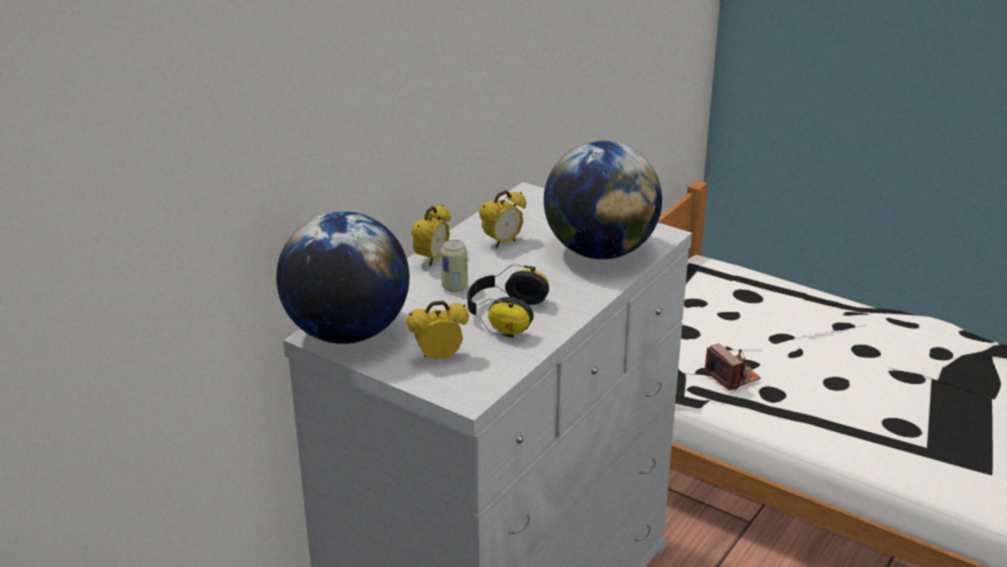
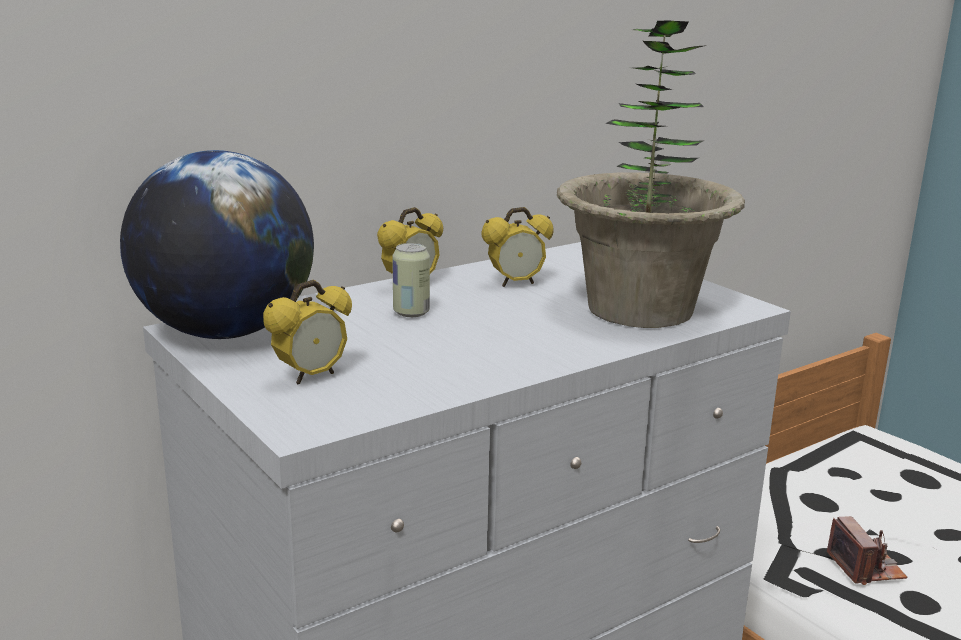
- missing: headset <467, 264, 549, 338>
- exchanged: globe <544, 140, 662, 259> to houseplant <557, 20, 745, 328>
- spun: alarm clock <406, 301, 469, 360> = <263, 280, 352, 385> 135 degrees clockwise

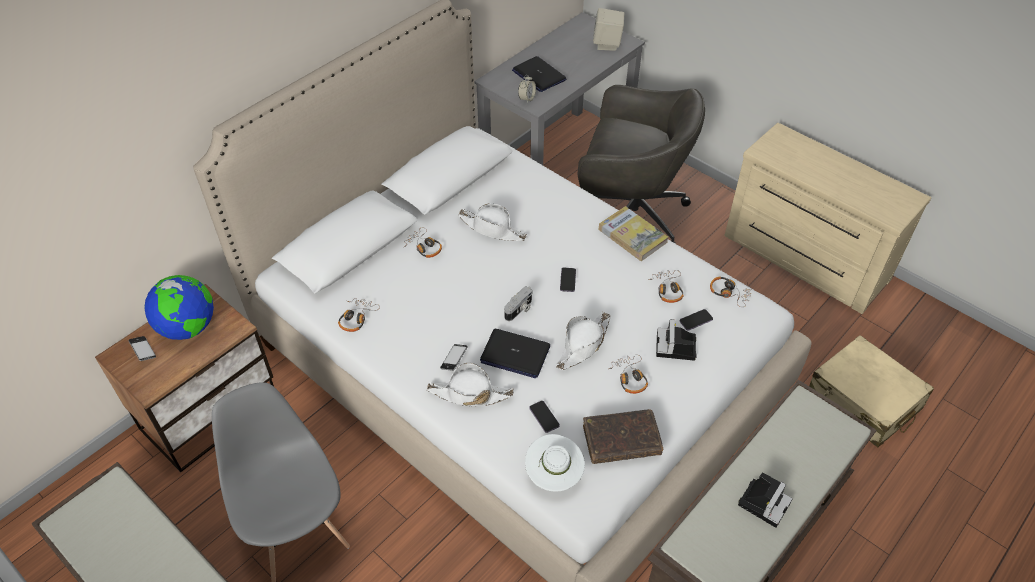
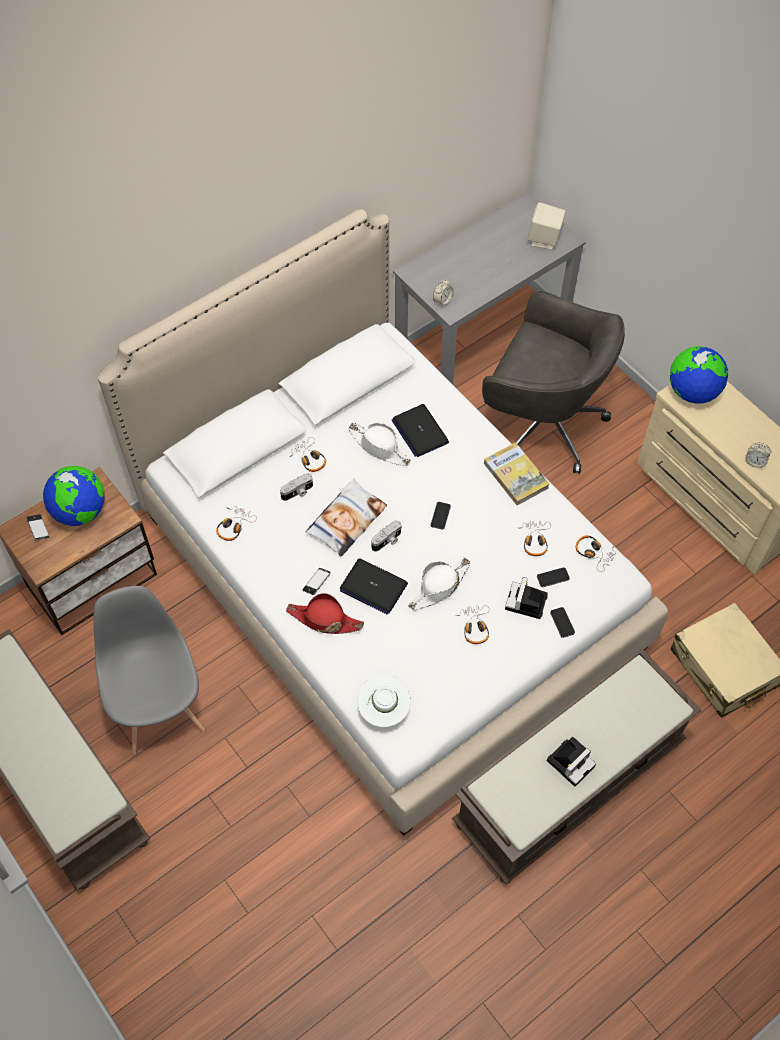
- missing: volume/brown-coloured <583, 409, 663, 464>
- appeared: still camera <280, 473, 313, 501>
- appeared: throw pillow <306, 479, 387, 556>
- appeared: globe <670, 346, 728, 404>
- appeared: alarm clock <745, 442, 771, 468>
- relocated: notebook computer <512, 56, 566, 92> to <392, 404, 449, 457>
- relocated: phone <529, 401, 560, 433> to <550, 607, 575, 638>
- colour: clothing hat/whitish <427, 363, 514, 406> to clothing hat/red <286, 593, 364, 634>

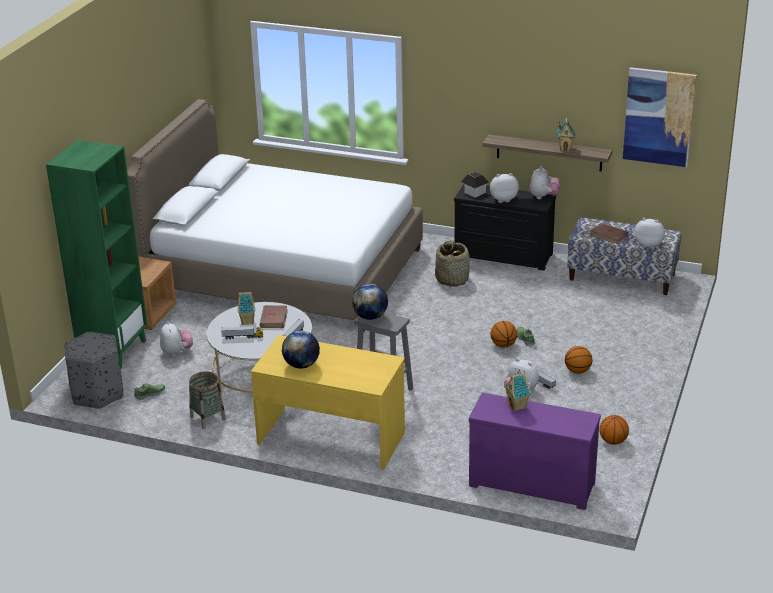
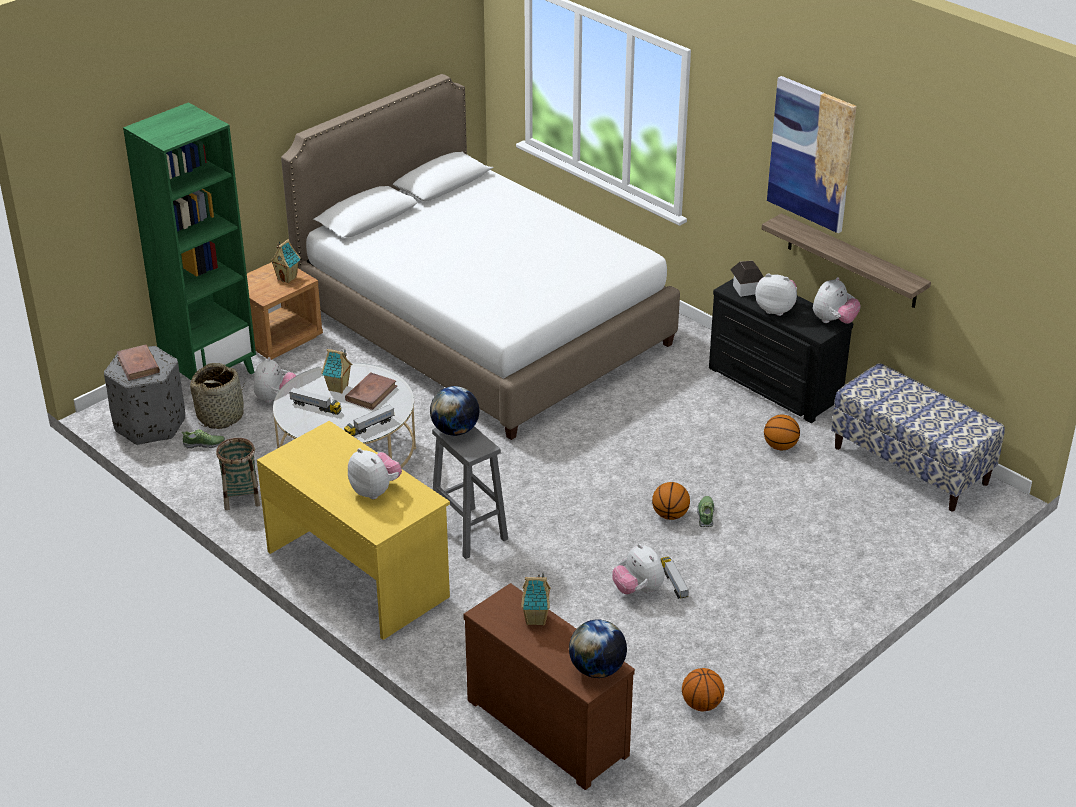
- relocated: globe <282, 331, 320, 369> to <569, 619, 627, 678>
- relocated: basket <435, 241, 470, 287> to <190, 363, 244, 429>
- relocated: miniature house <557, 118, 575, 151> to <270, 239, 301, 283>
- relocated: ball for basketball <565, 346, 592, 374> to <764, 415, 800, 450>
- relocated: volume/brown-coloured <591, 223, 628, 244> to <117, 344, 160, 381>
- relocated: picture <623, 67, 697, 167> to <767, 76, 857, 233>
- relocated: soft toy <635, 218, 665, 249> to <348, 448, 402, 499>
- colour: dresser/purple-coloured <469, 392, 601, 510> to dresser/brown-coloured <464, 583, 635, 790>

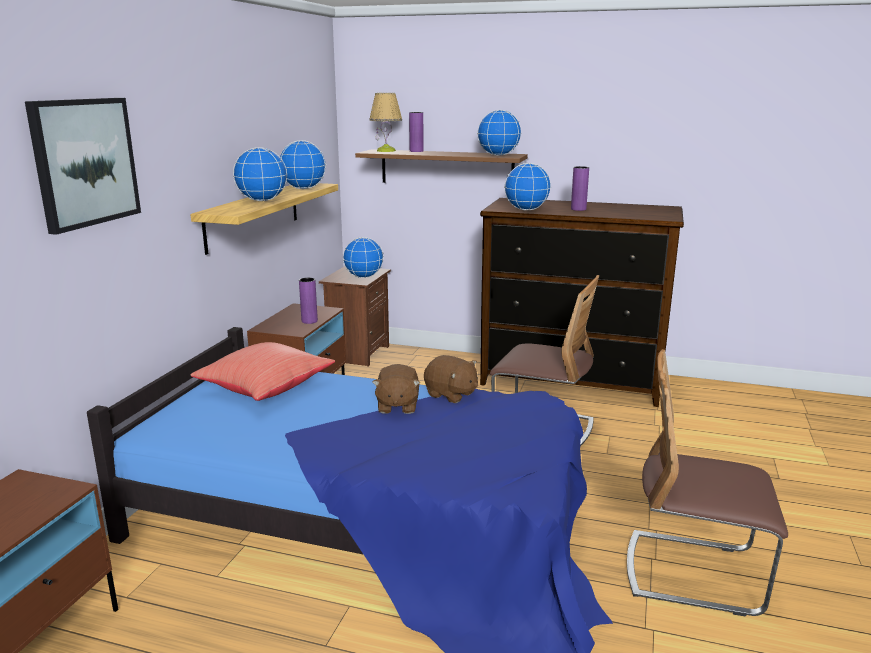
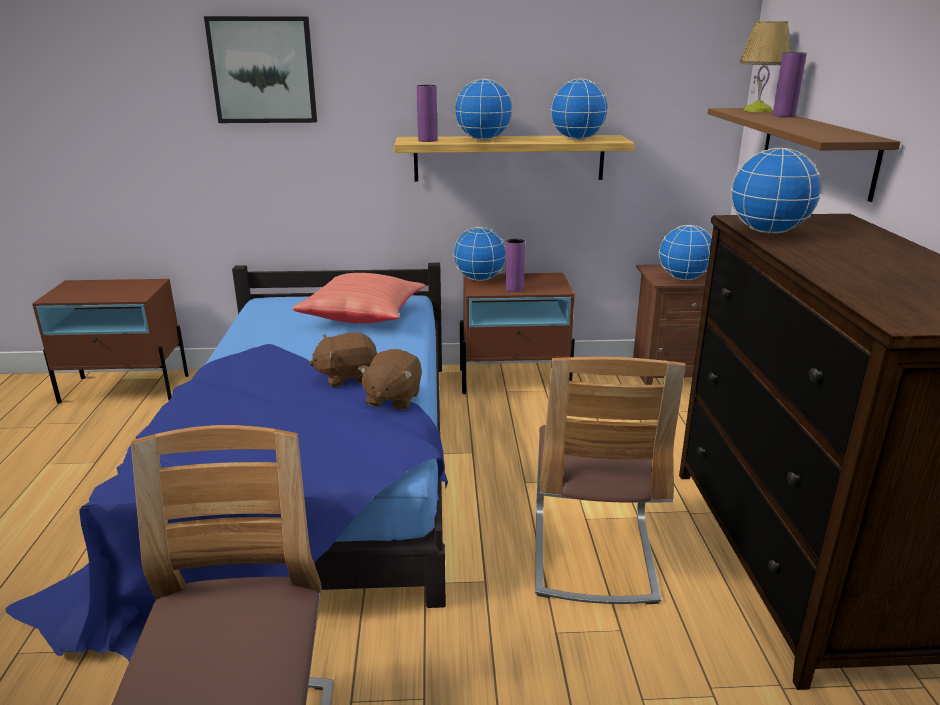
- relocated: globe <477, 110, 521, 156> to <453, 227, 506, 281>
- relocated: vase/purple-coloured <571, 166, 589, 211> to <417, 85, 437, 142>

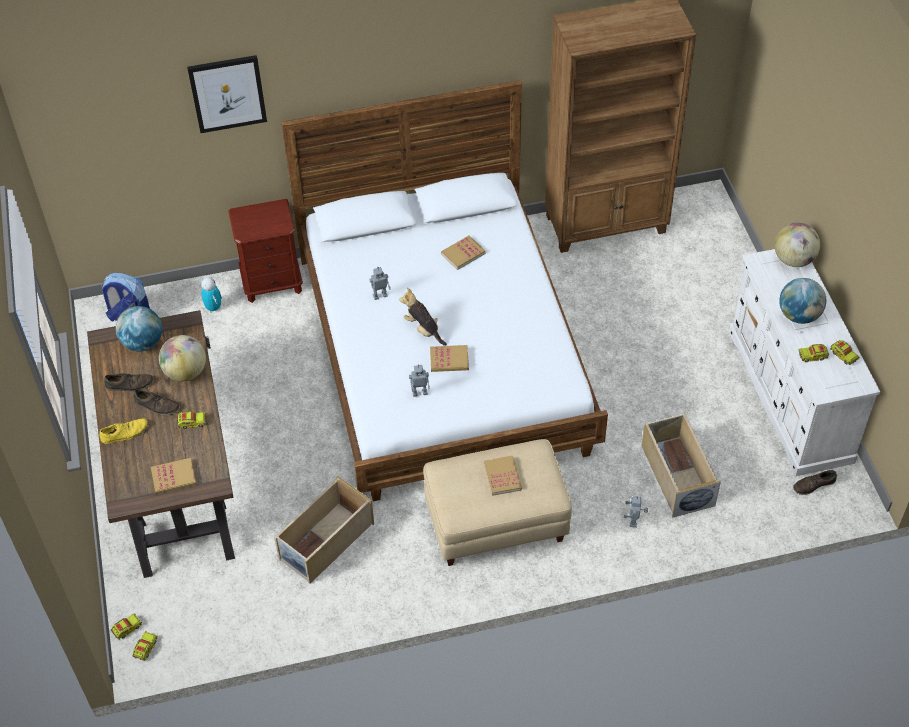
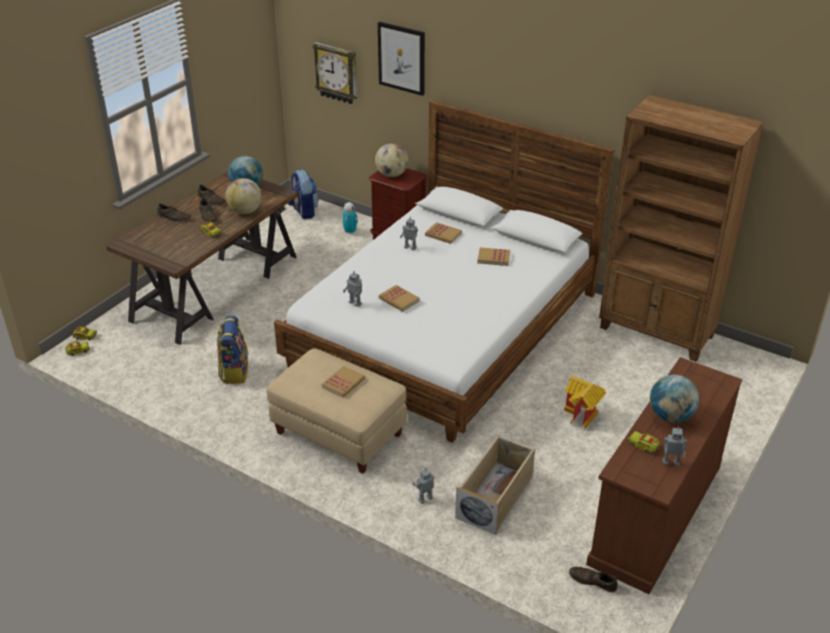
- missing: soft toy <399, 288, 447, 346>
- appeared: clock on the wall <312, 42, 357, 104>
- appeared: miniature house <564, 376, 606, 430>
- relocated: volume <151, 458, 196, 494> to <425, 222, 462, 244>
- relocated: globe <774, 223, 820, 267> to <375, 143, 408, 177>
- exchanged: storage box/beige-coloured <274, 475, 374, 584> to rucksack <217, 315, 248, 384>
- exchanged: model truck <830, 340, 860, 365> to toy robot <663, 426, 687, 467>
- colour: shoe/yellowish <100, 418, 148, 444> to shoe/brown-coloured <157, 204, 191, 222>
- colour: dresser/whitish <729, 249, 880, 476> to dresser/brown-coloured <586, 357, 742, 594>

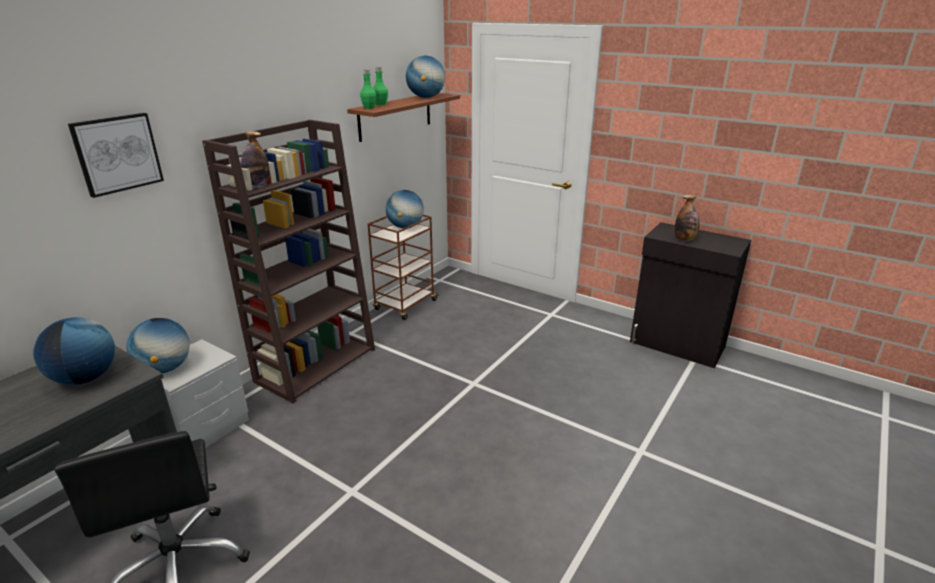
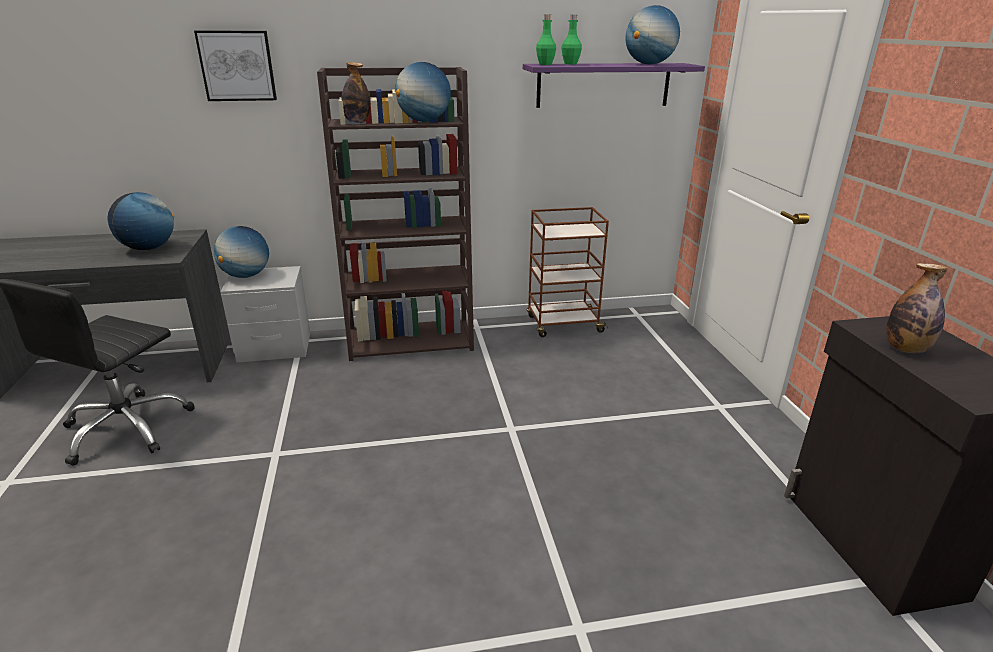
- relocated: globe <386, 190, 424, 228> to <395, 62, 451, 122>
- colour: bracket shelf/brown-coloured <347, 93, 460, 142> to bracket shelf/purple-coloured <523, 63, 705, 108>

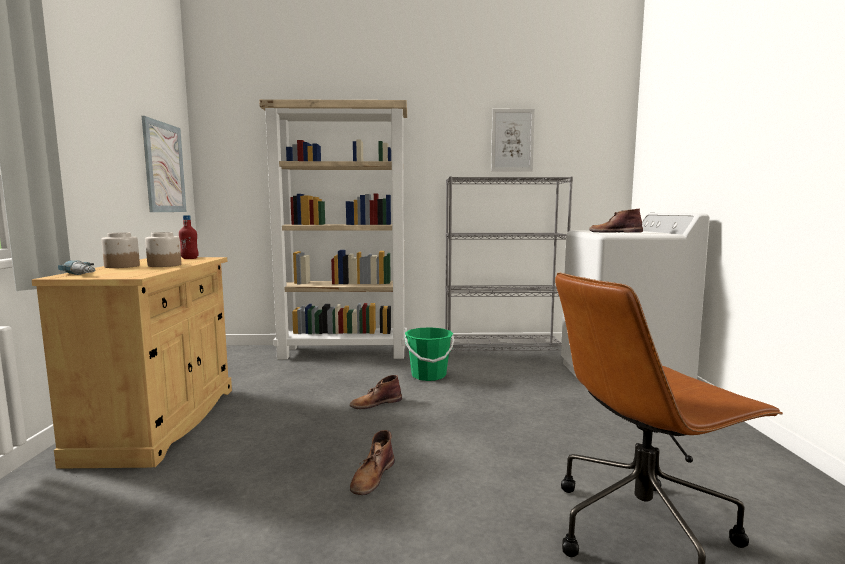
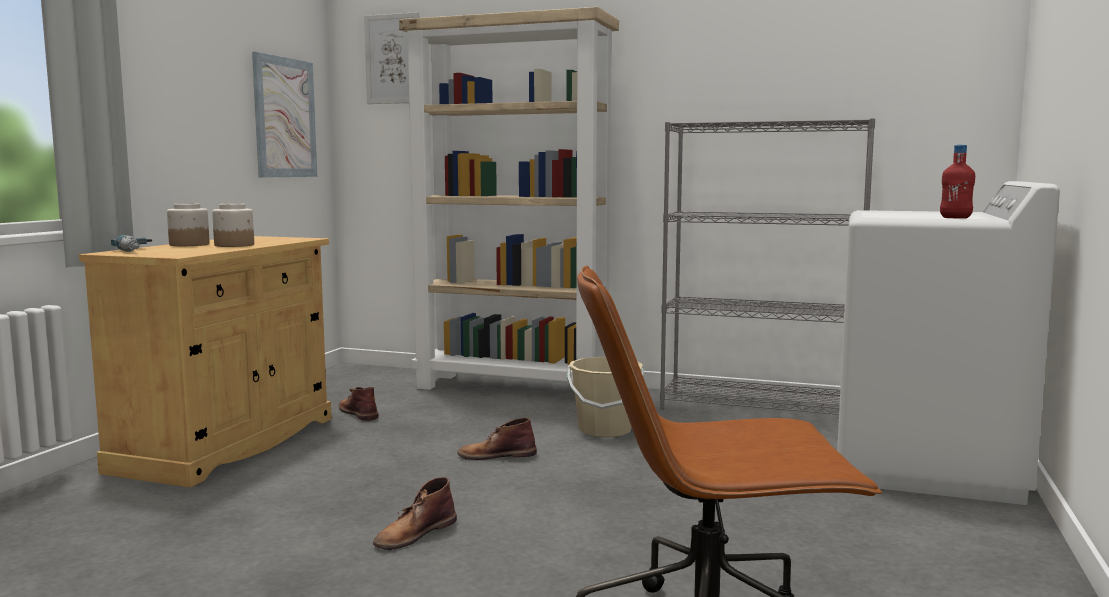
- relocated: drink bottle/red <179, 215, 198, 259> to <940, 145, 975, 219>
- relocated: picture <491, 109, 535, 171> to <364, 12, 419, 104>
- relocated: high-top boot/brown-coloured <589, 208, 643, 233> to <339, 387, 379, 421>
- colour: water bucket/green-coloured <405, 327, 454, 381> to water bucket/beige-coloured <567, 357, 644, 438>

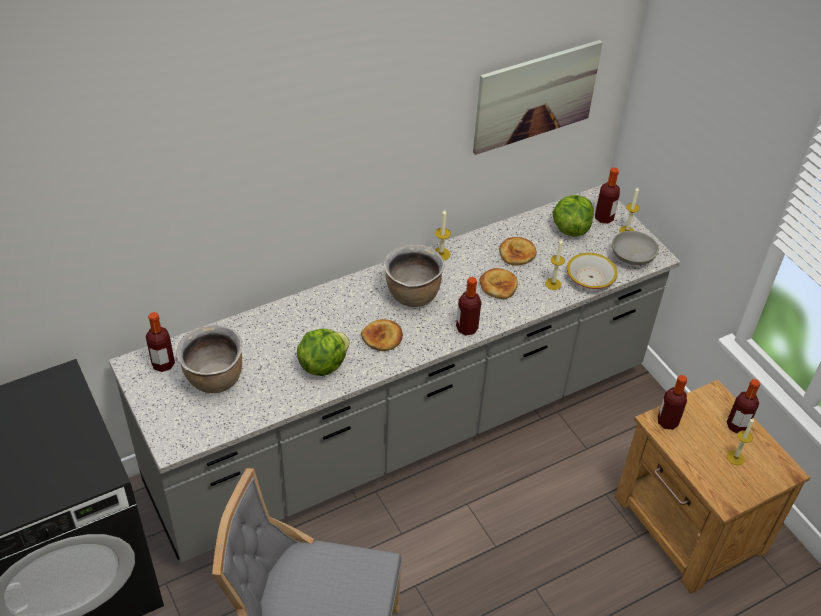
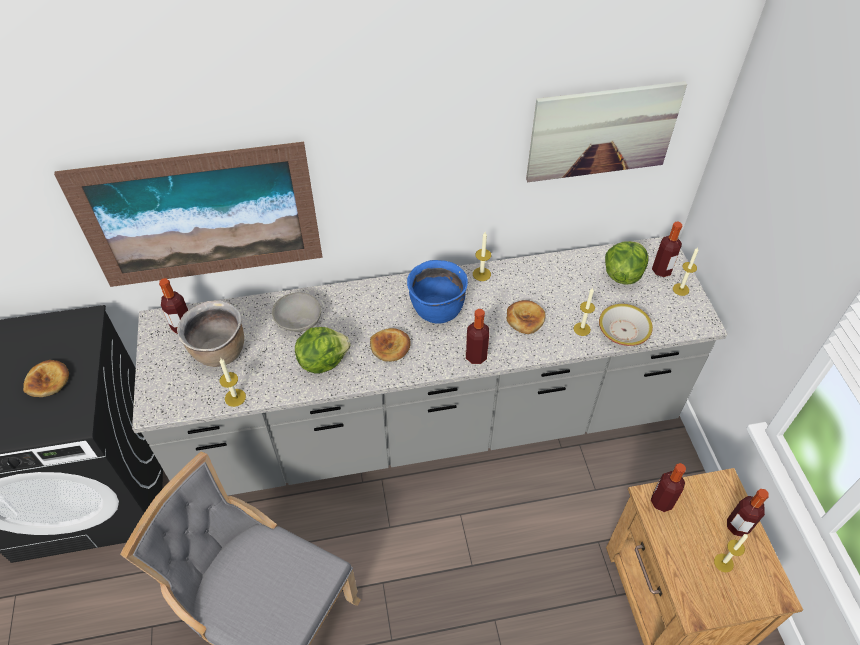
- appeared: picture <54, 142, 323, 287>
- appeared: wax light <220, 359, 246, 407>
- relocated: bakery bread <499, 237, 537, 266> to <23, 360, 69, 397>
- relocated: serving bowl/grey <612, 231, 659, 265> to <272, 292, 321, 332>
- colour: saucepot/brown-coloured <384, 245, 445, 307> to saucepot/blue-coloured <407, 260, 468, 324>

